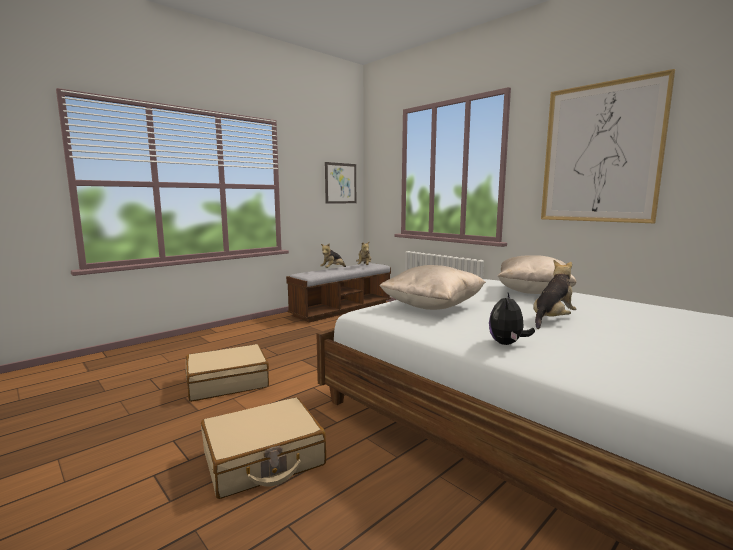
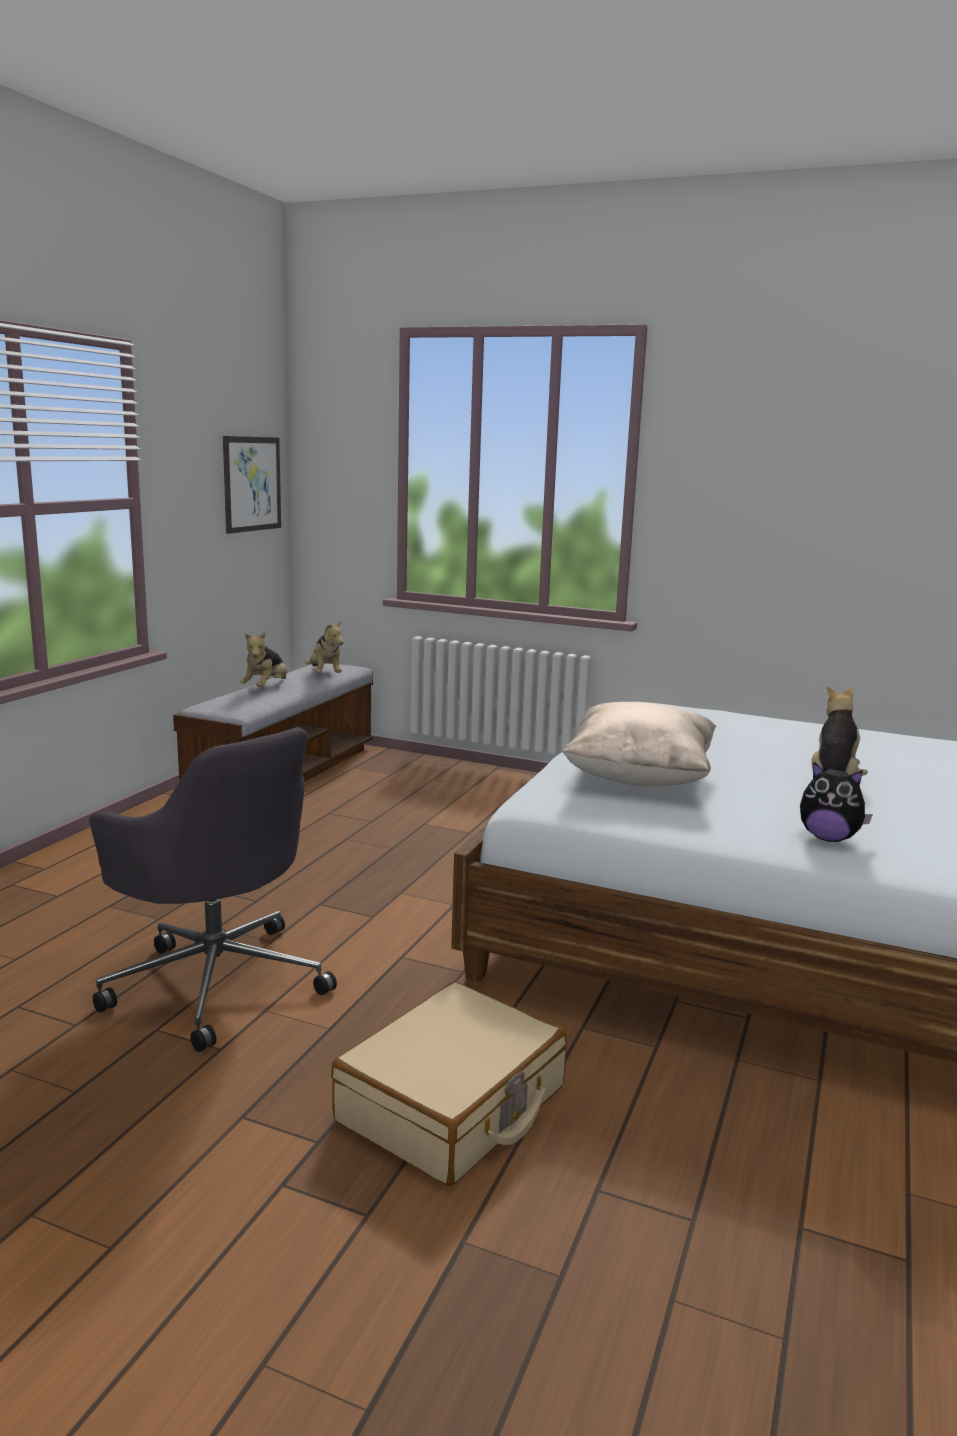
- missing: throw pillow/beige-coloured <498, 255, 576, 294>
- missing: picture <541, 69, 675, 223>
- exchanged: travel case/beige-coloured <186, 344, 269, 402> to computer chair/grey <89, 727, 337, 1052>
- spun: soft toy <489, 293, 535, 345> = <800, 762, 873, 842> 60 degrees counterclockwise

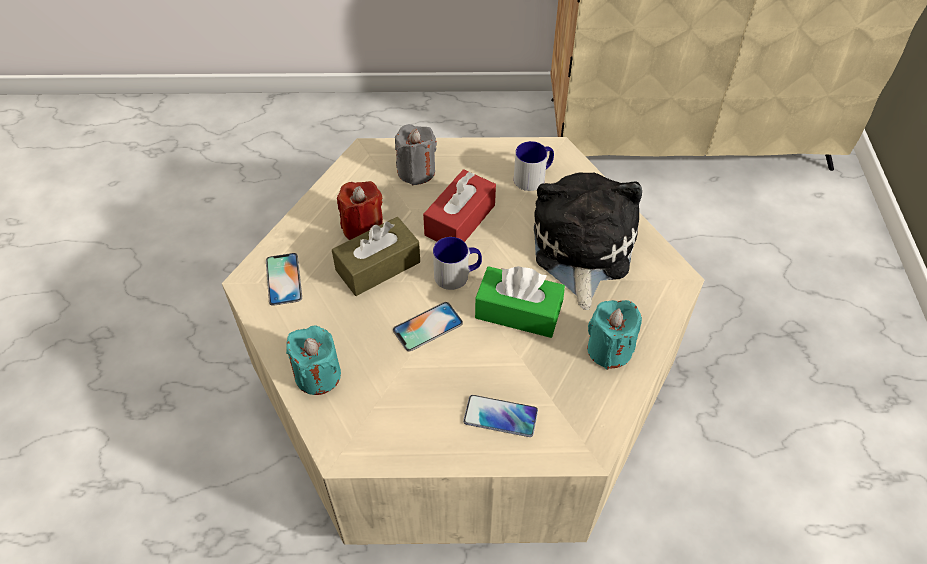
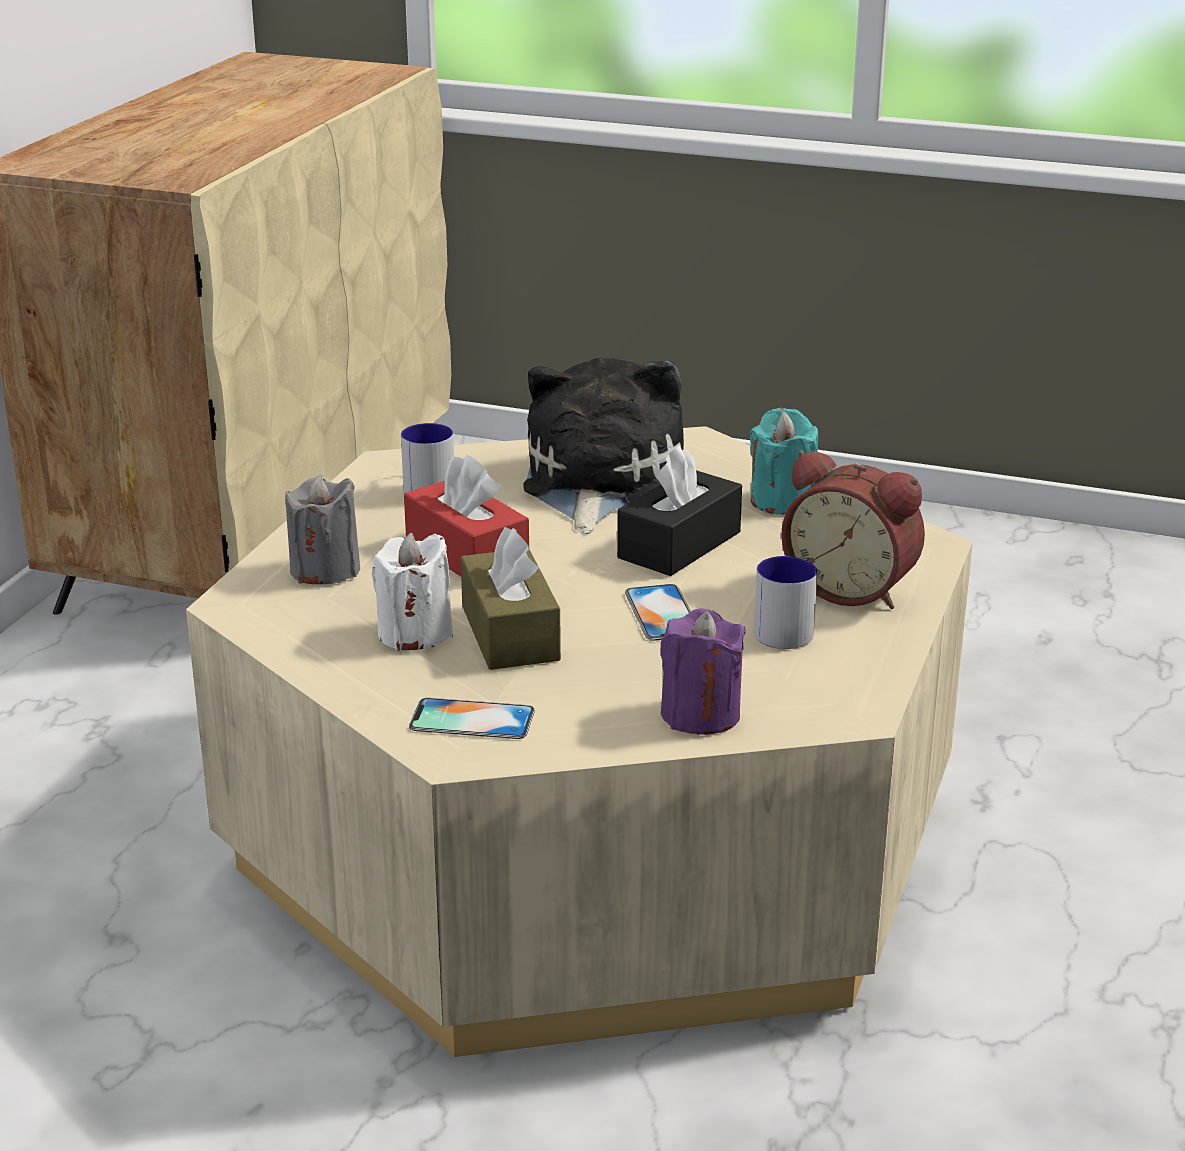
- relocated: mug <433, 237, 482, 290> to <754, 556, 818, 649>
- exchanged: phone <463, 395, 538, 437> to alarm clock <781, 451, 925, 609>
- colour: wax light/turquoise <286, 326, 341, 395> to wax light/purple-coloured <660, 608, 746, 735>
- colour: wax light/red <337, 181, 383, 240> to wax light/whitish <372, 533, 453, 651>
- colour: box of tissues/green-coloured <475, 266, 565, 338> to box of tissues/blackish <617, 445, 742, 576>
- spun: soft toy <534, 172, 642, 310> = <523, 358, 684, 534> 75 degrees clockwise

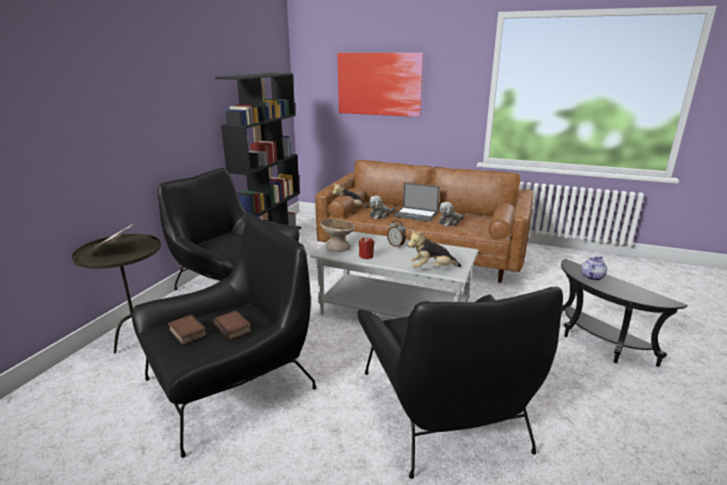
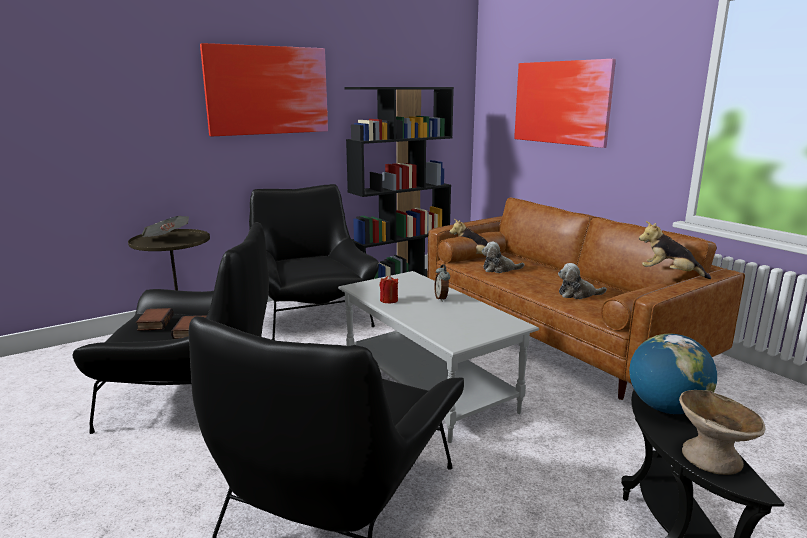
- missing: notebook computer <393, 183, 440, 222>
- appeared: picture <200, 43, 328, 136>
- relocated: serving bowl/beige-coloured <320, 219, 355, 252> to <679, 390, 765, 475>
- relocated: soft toy <407, 229, 462, 268> to <639, 221, 711, 279>
- exchanged: teapot <581, 256, 607, 281> to globe <629, 334, 717, 414>

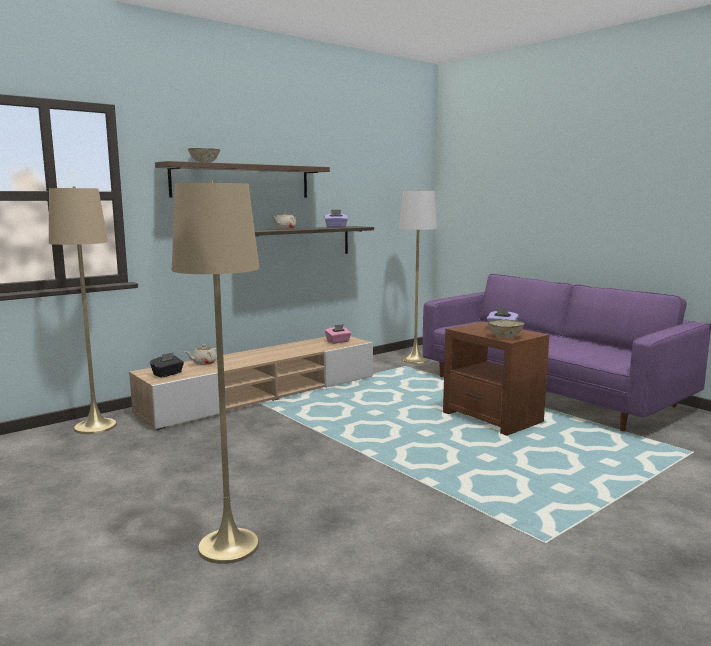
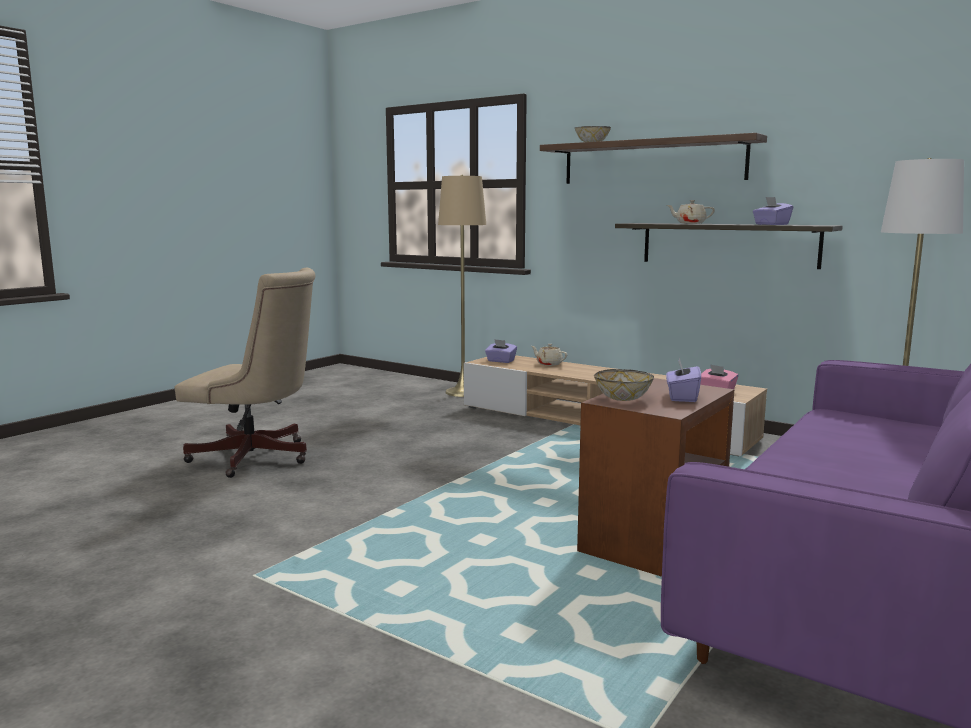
- exchanged: standing lamp/beige-coloured <172, 180, 259, 564> to computer chair/beige-coloured <175, 267, 316, 478>
- colour: box of tissues/blackish <150, 352, 184, 378> to box of tissues/purple-coloured <485, 339, 517, 363>

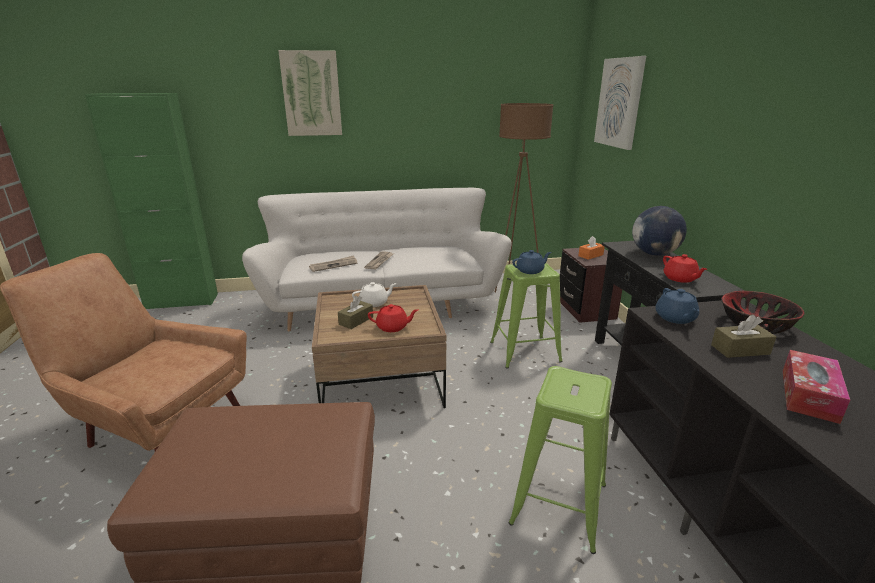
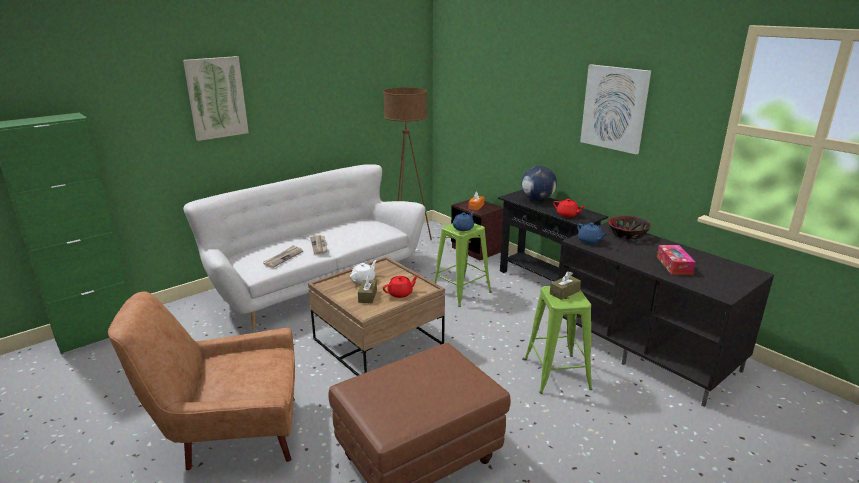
- relocated: picture <594, 56, 646, 150> to <580, 64, 651, 154>
- relocated: box of tissues/brown-coloured <711, 315, 776, 358> to <550, 271, 581, 300>

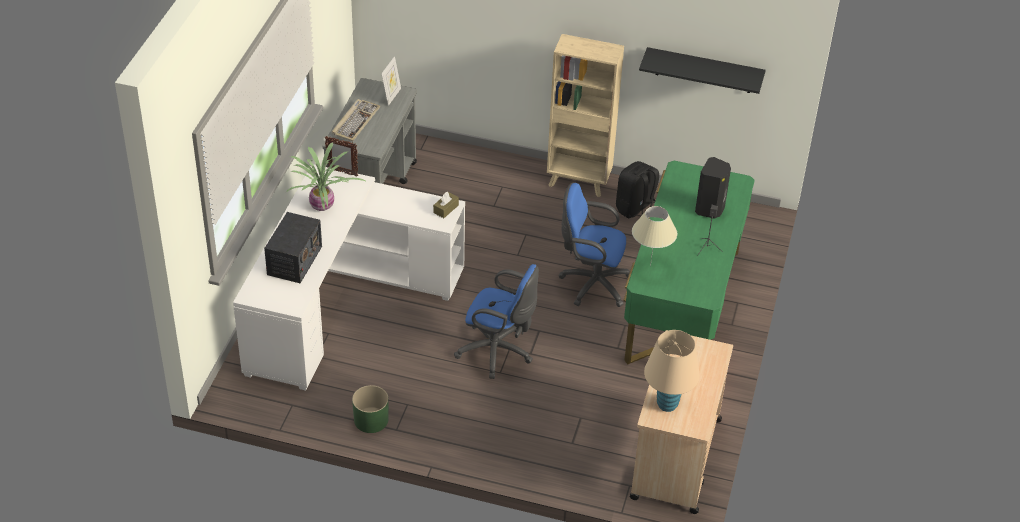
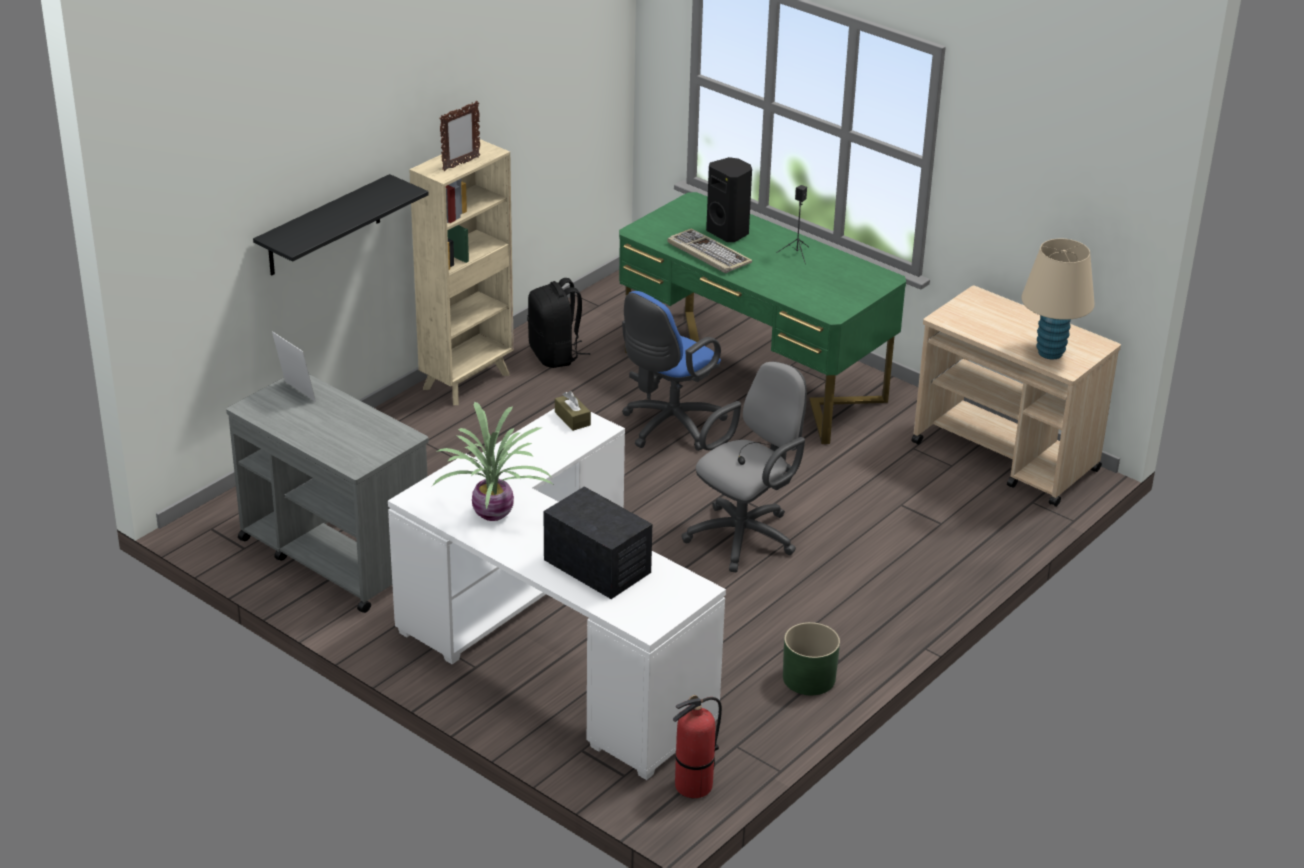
- missing: table lamp/beige-coloured <632, 206, 677, 266>
- appeared: fire extinguisher <673, 695, 722, 798>
- relocated: photo frame <324, 136, 358, 177> to <439, 101, 480, 171>
- relocated: keyboard <332, 99, 380, 141> to <667, 229, 752, 273>
- relocated: bracket shelf/blackish <639, 47, 766, 94> to <253, 174, 429, 275>
- colour: computer chair/blue-coloured <454, 264, 539, 379> to computer chair/grey <682, 361, 807, 572>

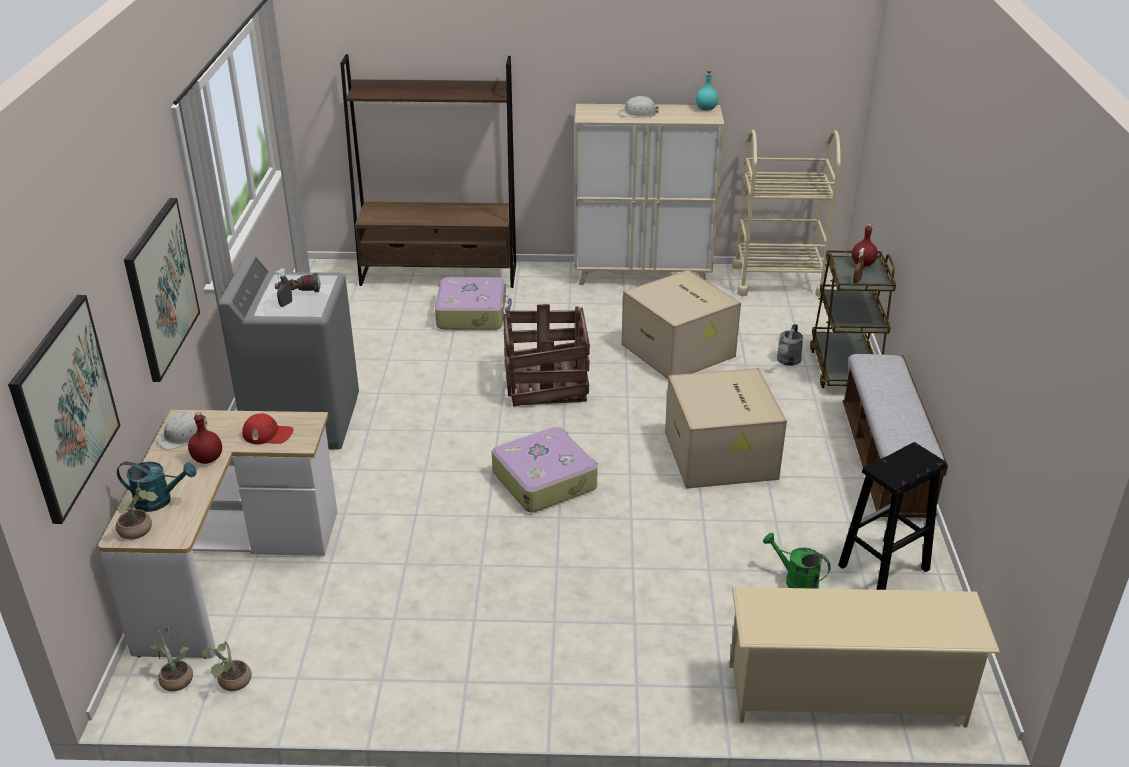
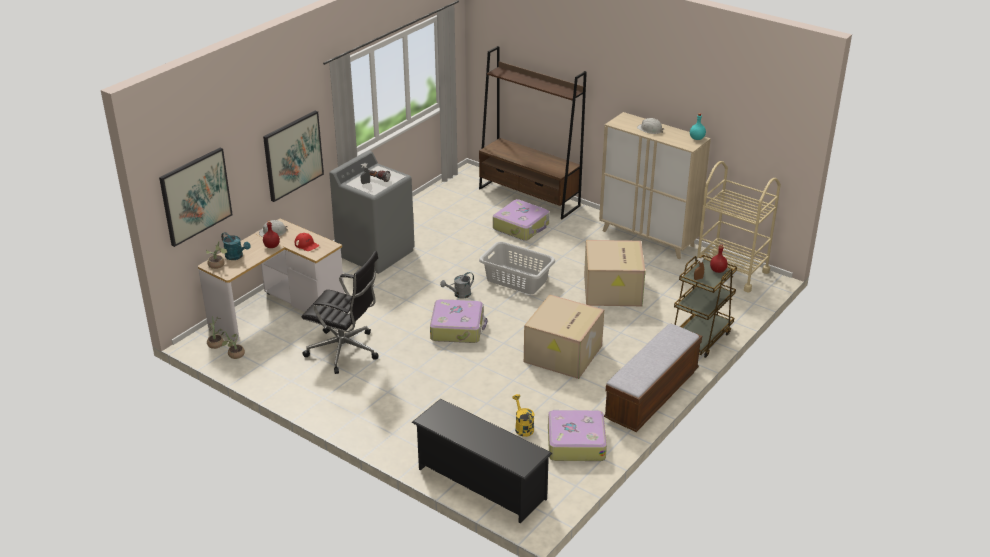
- appeared: computer chair/blackish <302, 251, 379, 374>
- relocated: watering can/grey <777, 324, 804, 366> to <440, 272, 474, 299>
- exchanged: crate <503, 304, 590, 406> to hamper/grey <479, 242, 555, 294>
- exchanged: stool/blackish <838, 442, 947, 590> to travel case <548, 410, 607, 461>
- colour: shoe shelf/beige-coloured <729, 587, 1000, 727> to shoe shelf/blackish <412, 399, 552, 524>
- colour: watering can/green-coloured <763, 533, 831, 589> to watering can/yellowish <512, 394, 534, 437>

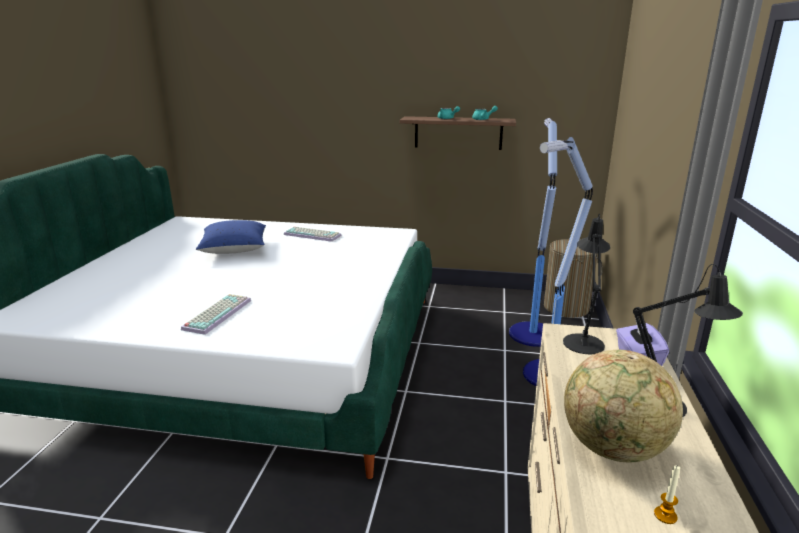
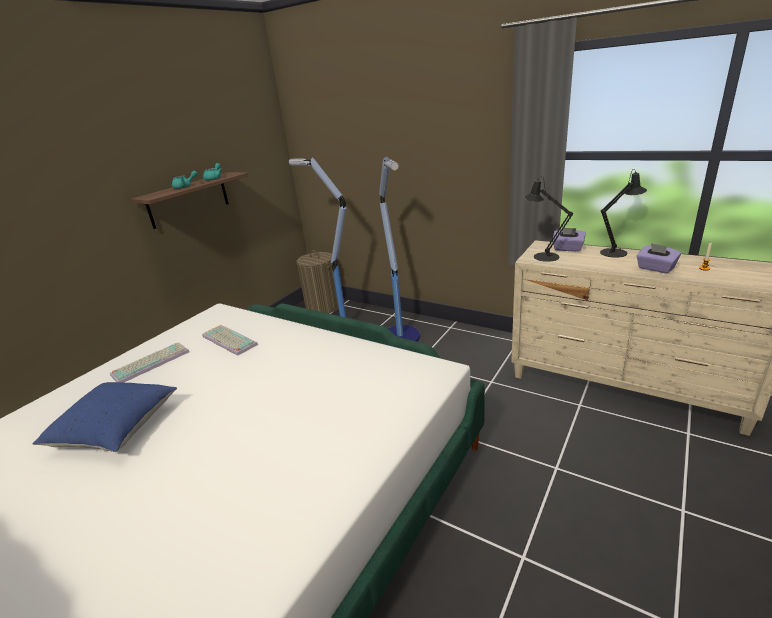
- relocated: keyboard <181, 294, 251, 335> to <202, 325, 258, 356>
- exchanged: globe <564, 350, 683, 463> to box of tissues/purple-coloured <636, 243, 681, 274>

